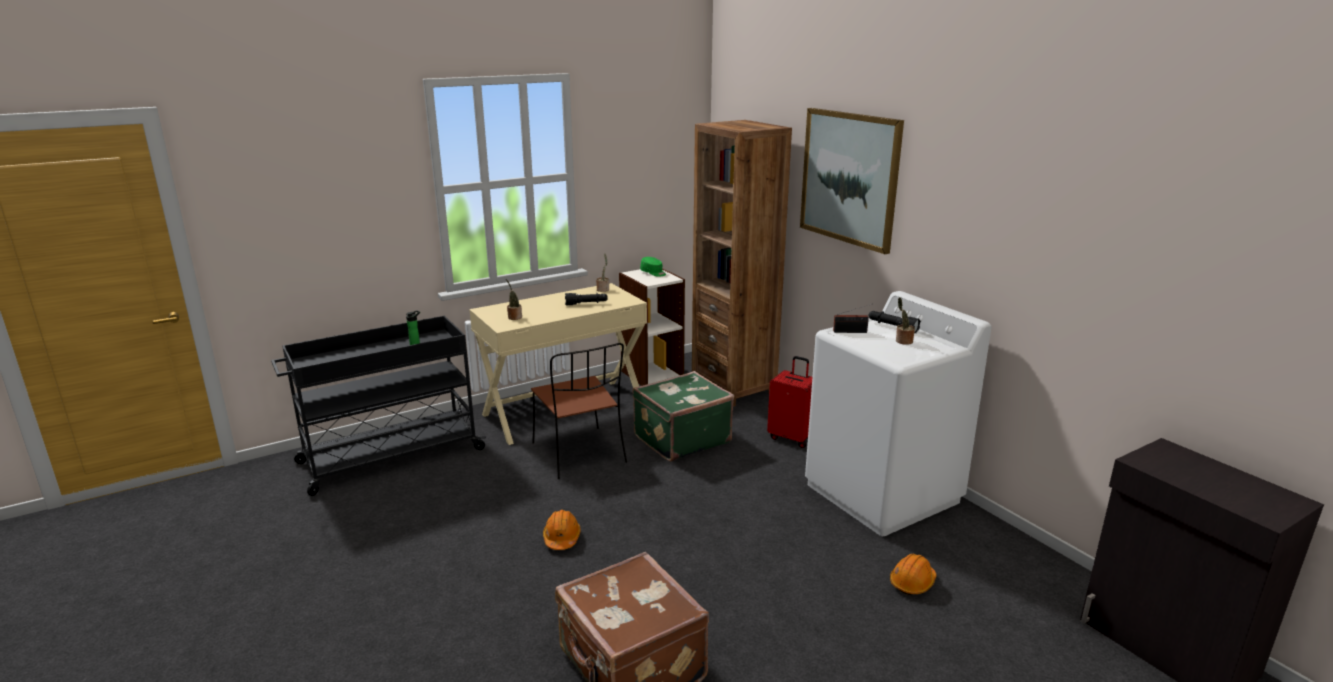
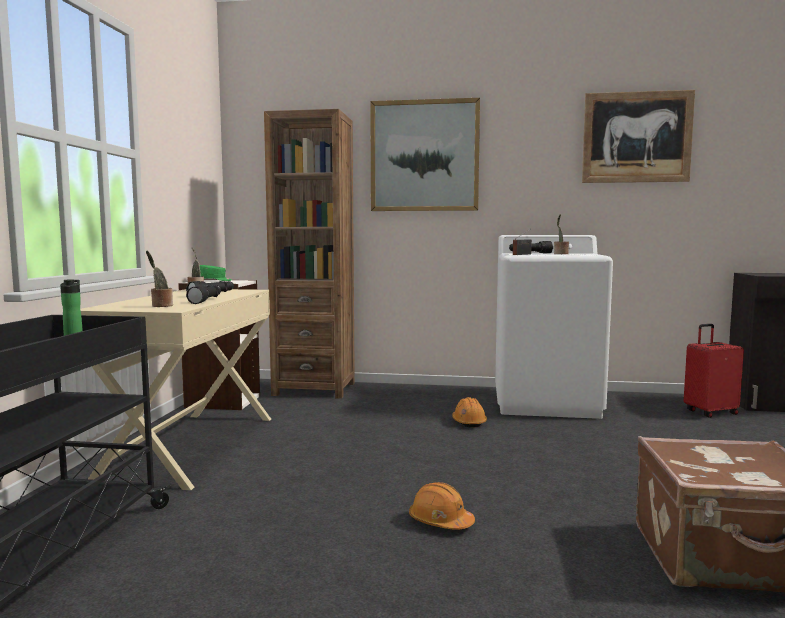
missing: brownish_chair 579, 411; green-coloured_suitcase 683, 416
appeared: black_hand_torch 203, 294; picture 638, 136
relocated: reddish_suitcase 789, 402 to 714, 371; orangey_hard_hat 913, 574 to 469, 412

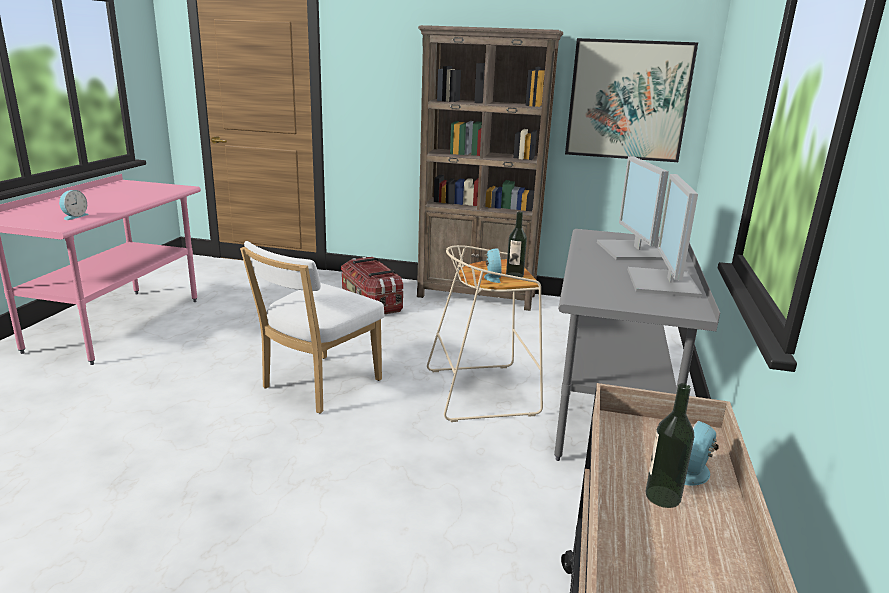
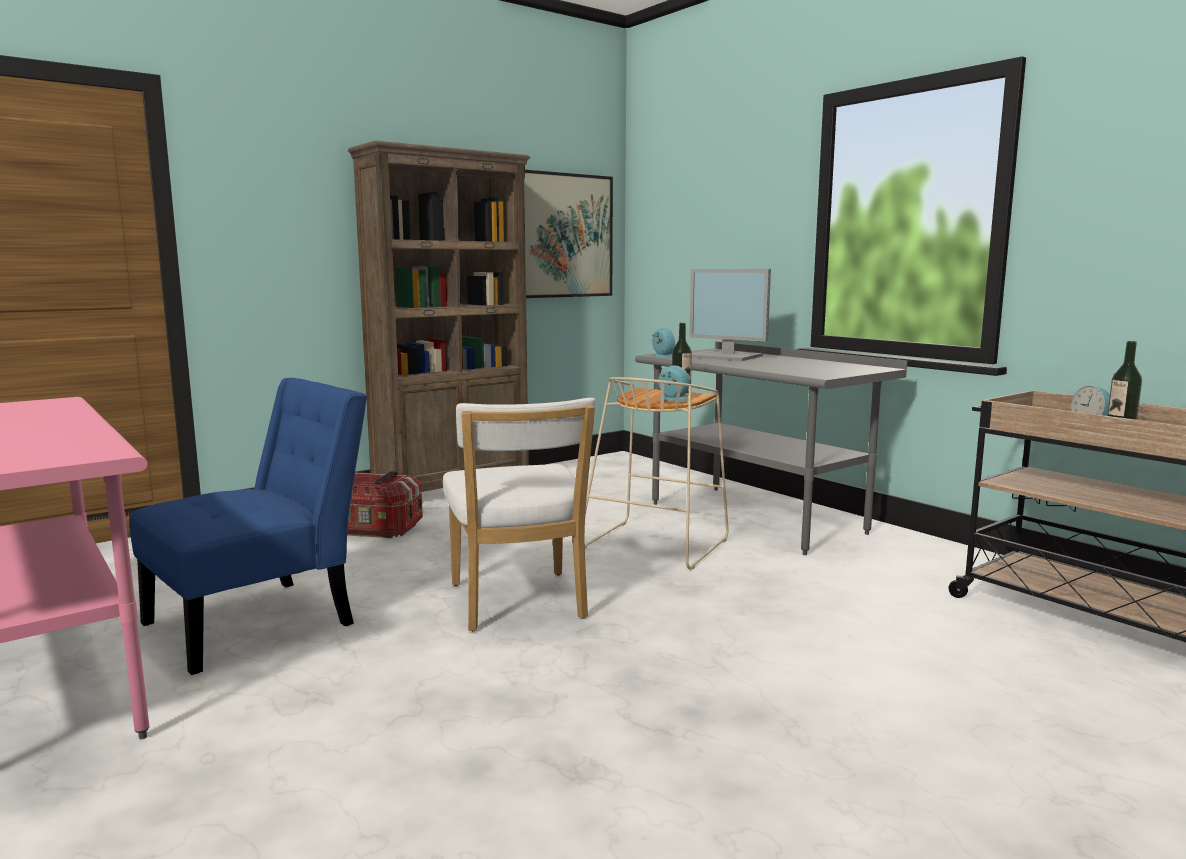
missing: computer_display 665, 236
appeared: bluish_chair 248, 526
relocated: alarm_clock 74, 205 to 663, 342

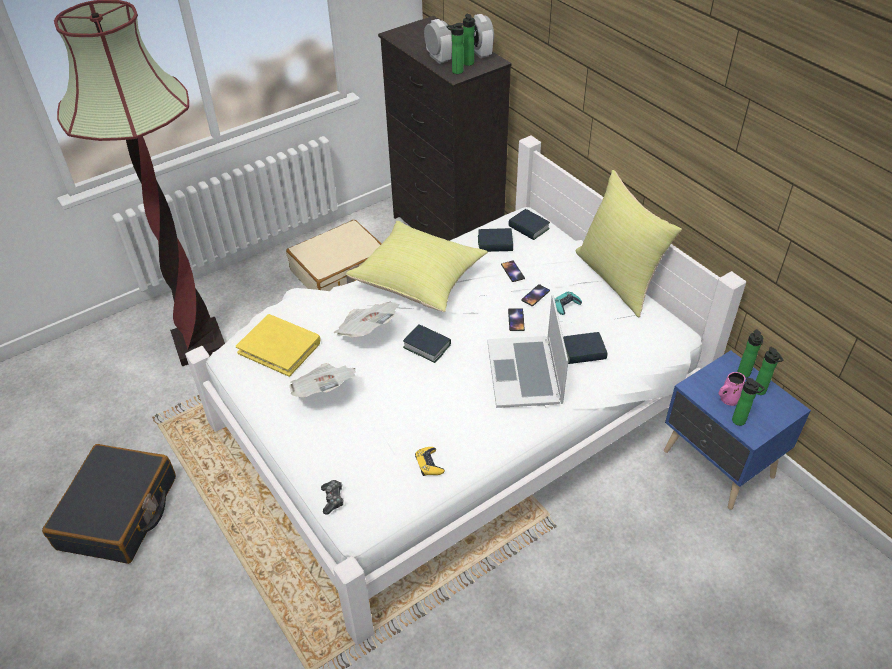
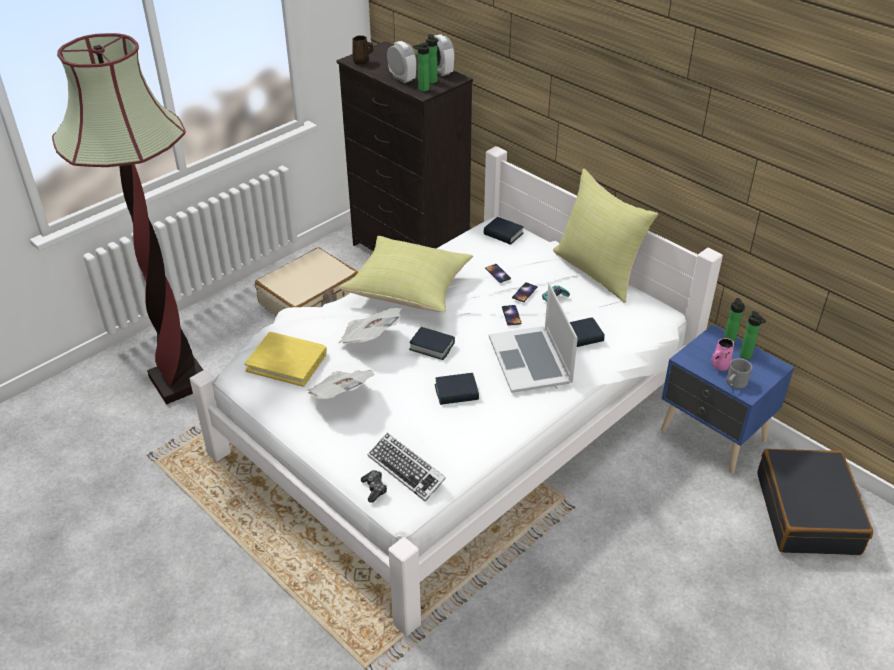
missing: yellow-coloured_game_controller 430, 461
appeared: brownish_mug 362, 50; keyboard 406, 467
relocated: black_suitcase 109, 504 to 815, 502; bound_book 495, 240 to 457, 389
exchanged: drink_bottle 748, 402 to grey_mug 739, 373

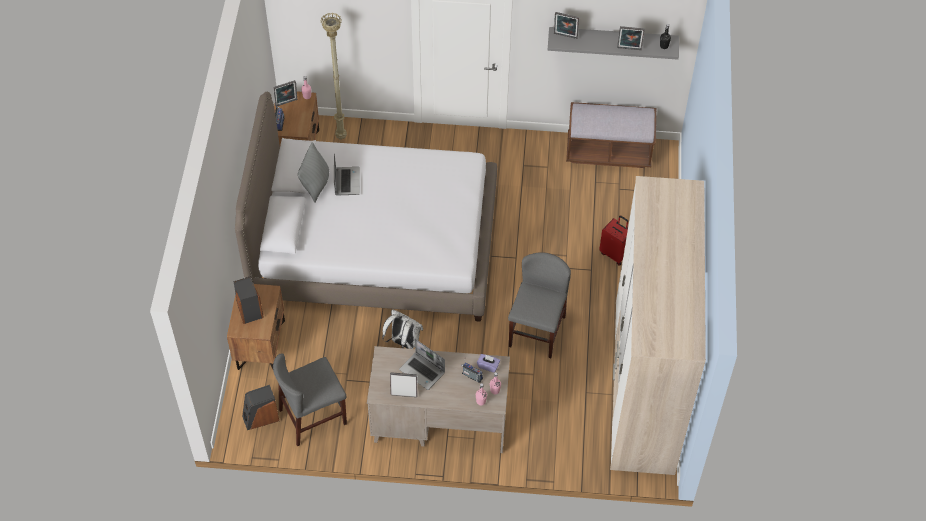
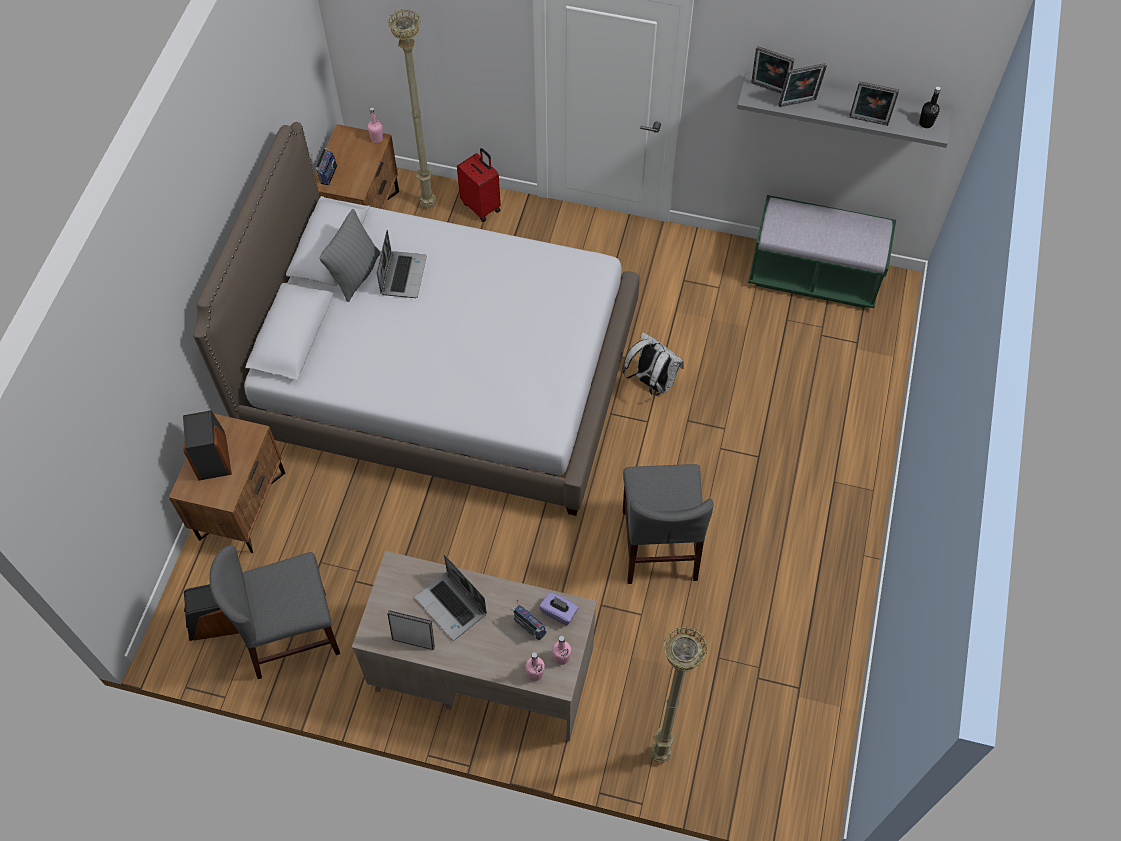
missing: clothes_cupboard 658, 325
appeared: sand-coloured_standard_lamp 679, 694
relocated: picture_frame 285, 93 to 802, 85; whitish_rucksack 402, 329 to 653, 364; reddish_suitcase 613, 240 to 479, 185
colour: brownish_long_seat 611, 135 to green-coloured_long_seat 822, 251
spun: grey_chair 539, 305 = 668, 524 150 degrees clockwise

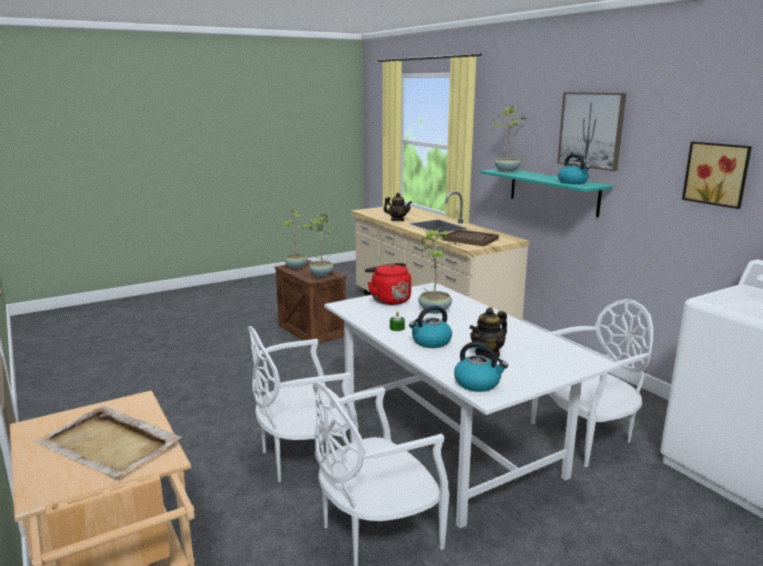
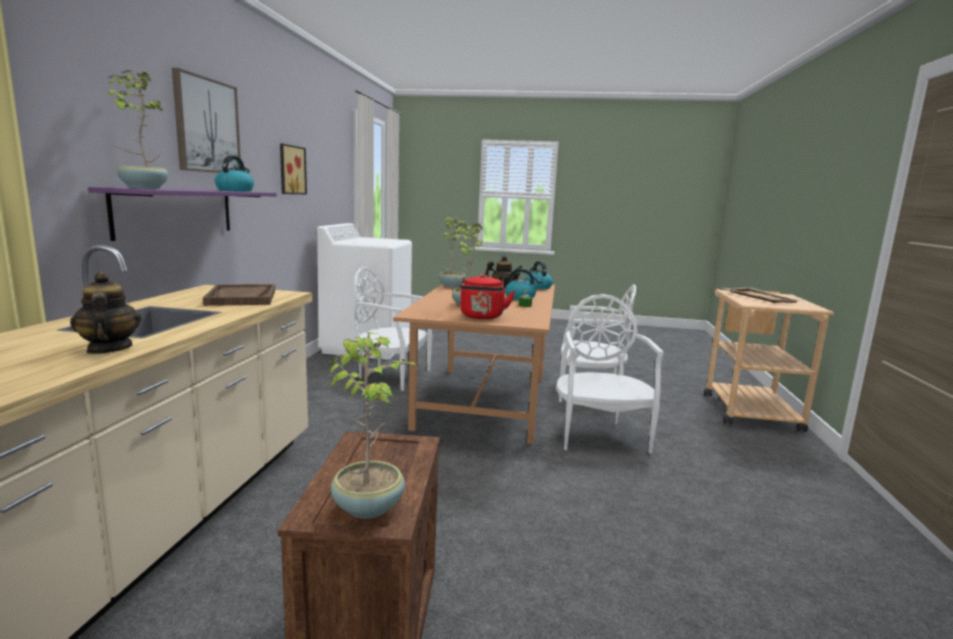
relocated: plant_in_a_pot 318, 245 to 453, 252
colour: whitish_kitchen_table 472, 405 to brownish_kitchen_table 474, 363; turquoise_bracket_shelf 546, 193 to purplish_bracket_shelf 182, 214
spun: whitish_chair 303, 404 = 610, 373 105 degrees counterclockwise

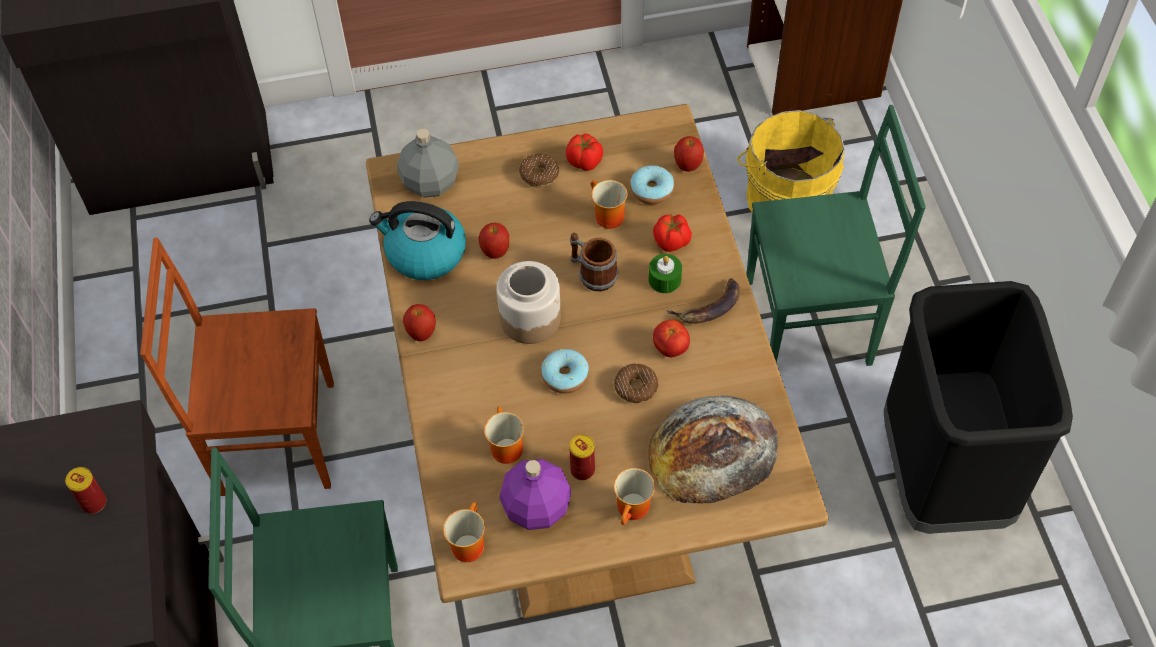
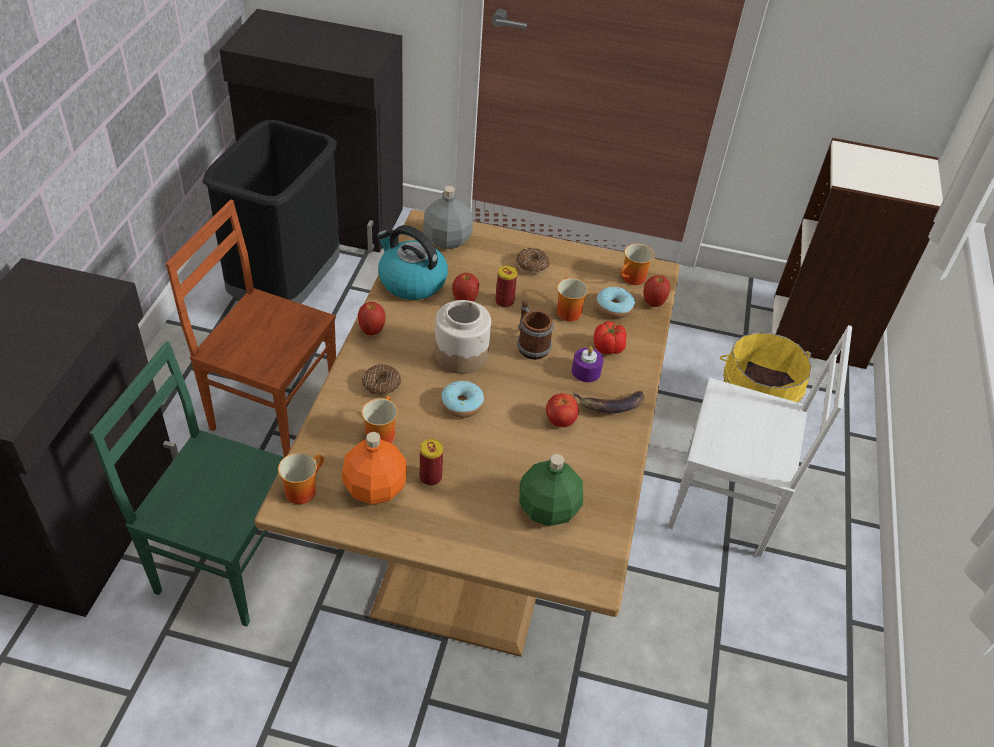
missing: fresh_tomato 584, 152
relocated: sealed_can 85, 490 to 506, 286; donut 636, 383 to 381, 380; mug 634, 496 to 637, 264; black_waste_bin 978, 407 to 271, 212
exchanged: bread 713, 450 to green-coloured_drink_bottle 551, 490
colour: purplish_drink_bottle 535, 494 to orangey_drink_bottle 374, 468; green-coloured_wax_light 665, 273 to purplish_wax_light 588, 364; green-coloured_chair 836, 235 to whitish_chair 760, 441

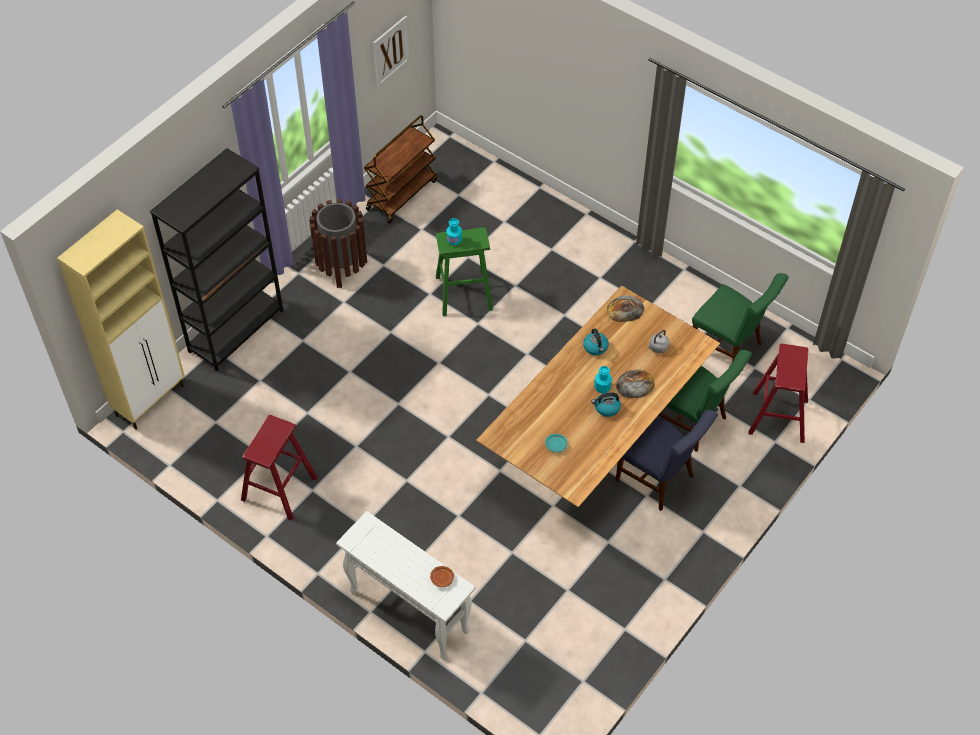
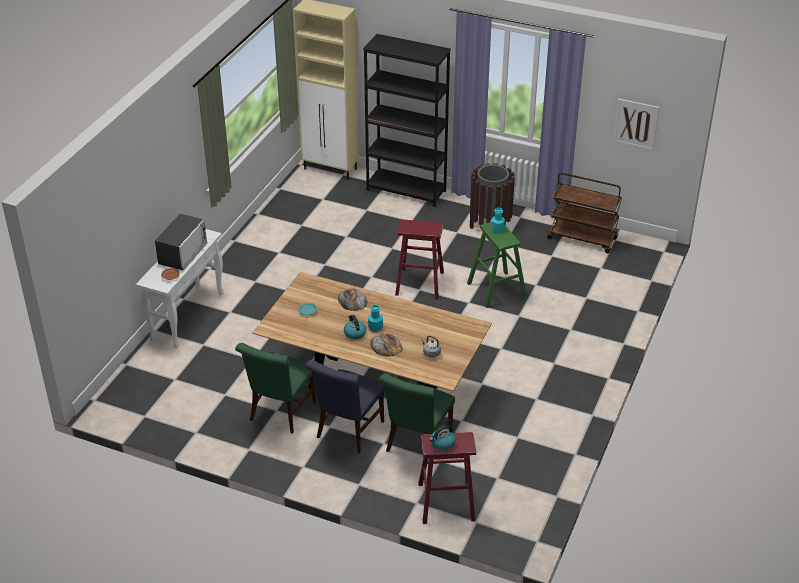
appeared: kitchen_microwave 181, 242
relocated: reddish_stool 279, 468 to 419, 259; tea_kettle 596, 341 to 442, 438; bread 625, 308 to 353, 299; green-coloured_chair 740, 317 to 275, 388

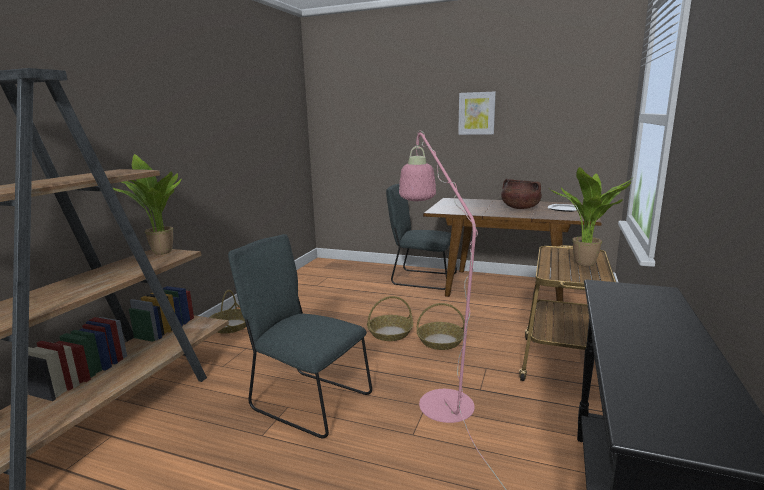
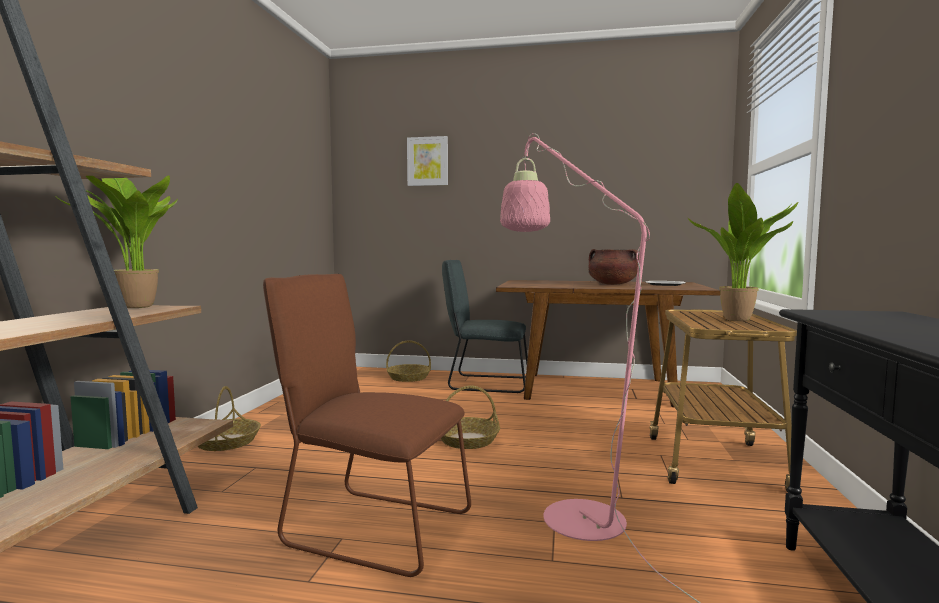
relocated: storage_basket 441, 326 to 408, 361; picture 477, 113 to 427, 161
colour: grey_chair 300, 336 to brownish_chair 367, 425

